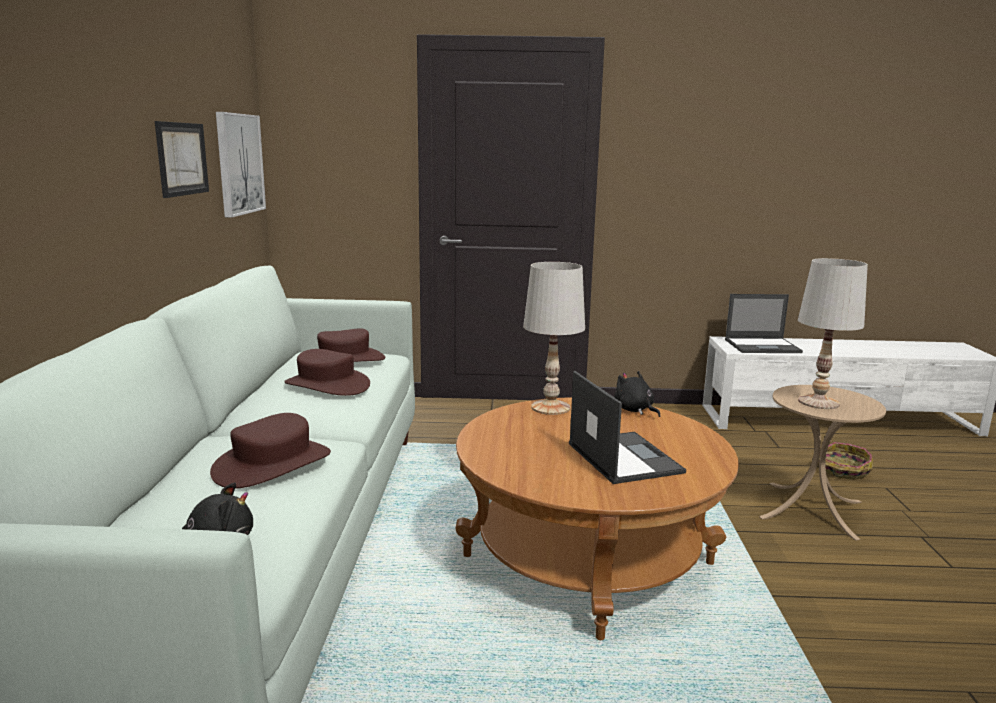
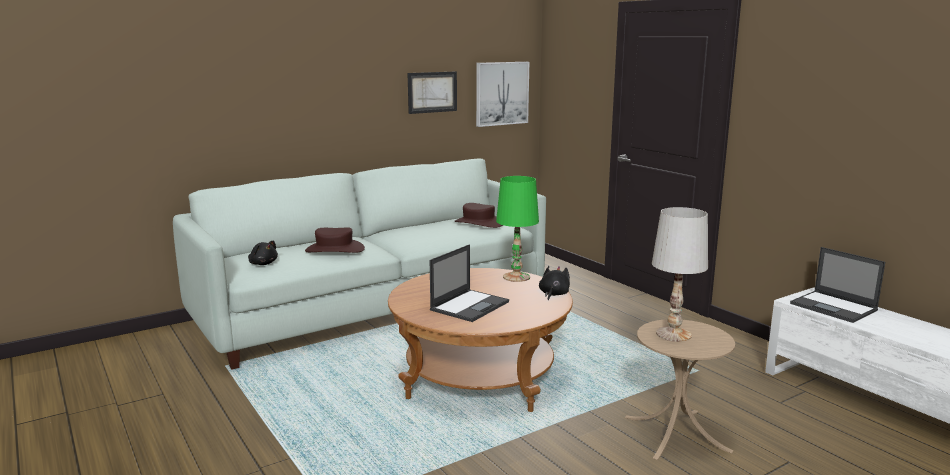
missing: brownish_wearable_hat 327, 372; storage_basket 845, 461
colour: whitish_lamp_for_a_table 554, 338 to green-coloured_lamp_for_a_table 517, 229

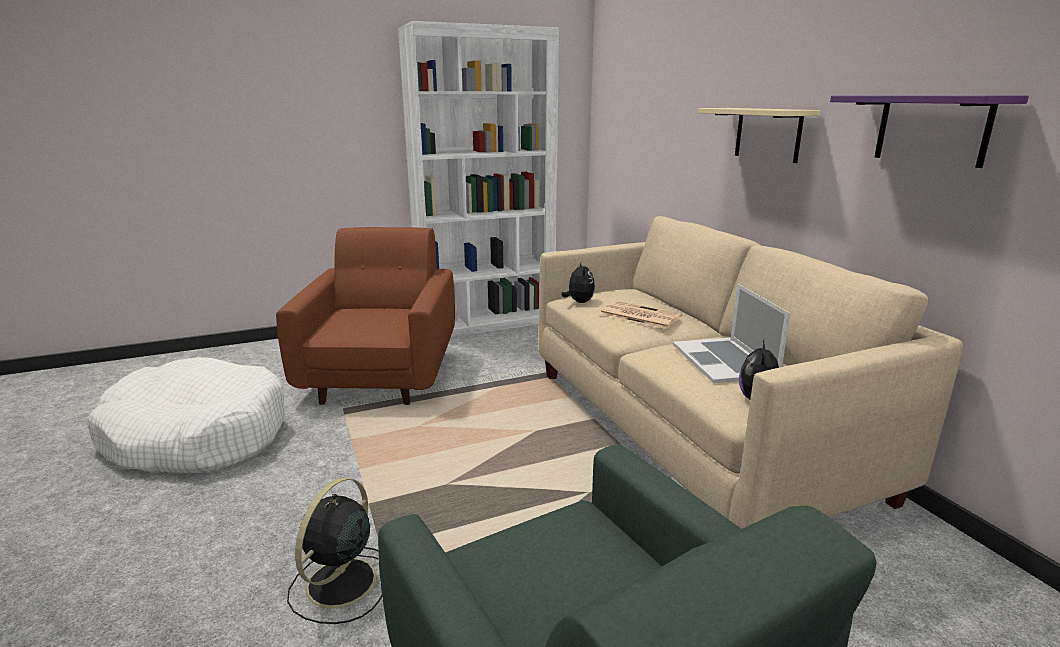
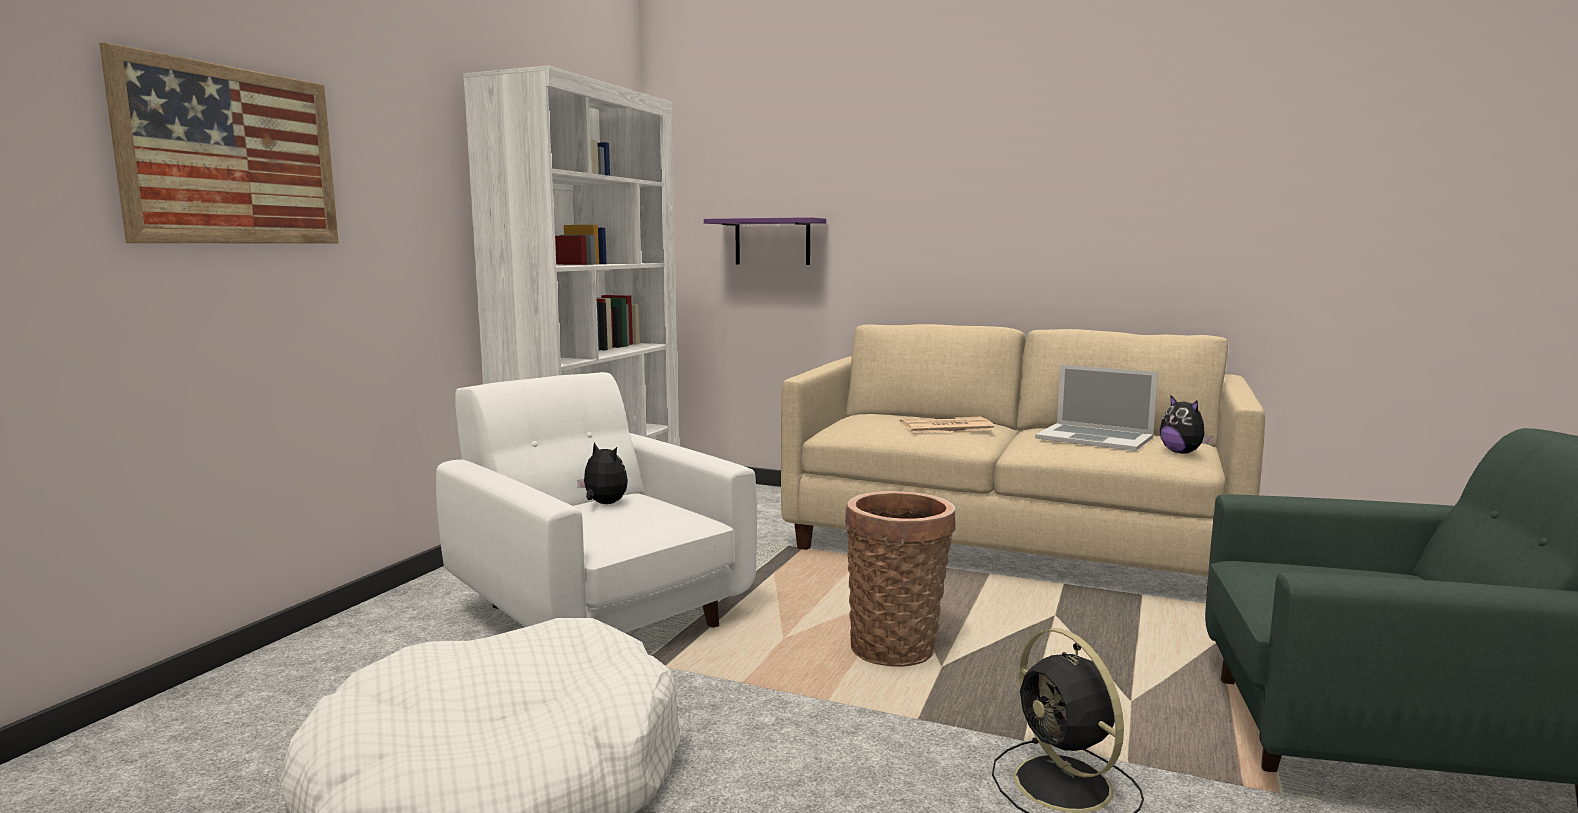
missing: sand-coloured_bracket_shelf 759, 135
appeared: picture 219, 143; storage_basket 900, 579
relocated: plush_toy 578, 283 to 602, 473; purplish_bracket_shelf 929, 131 to 765, 241
colour: brownish_easy_chair 365, 316 to whitish_easy_chair 596, 502

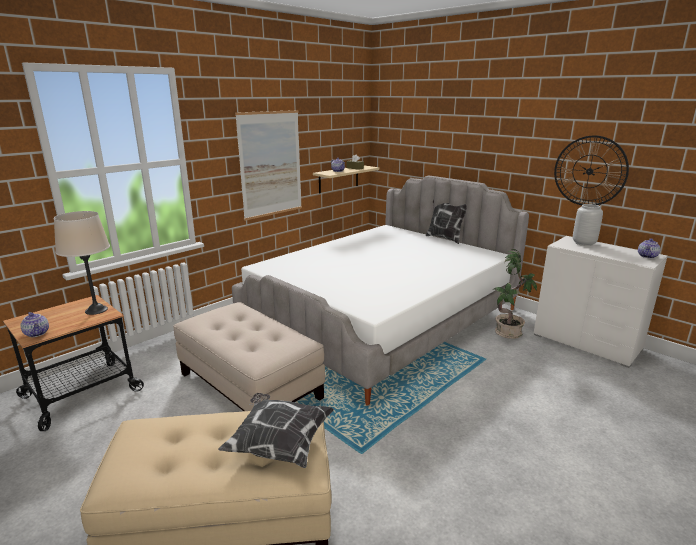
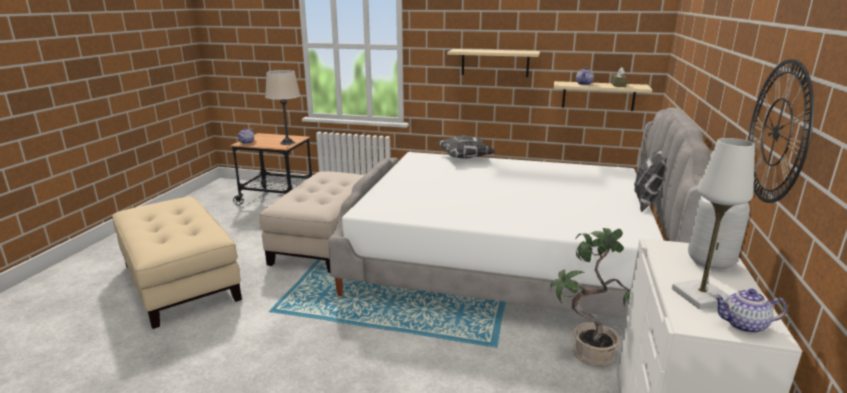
appeared: whitish_lamp_for_a_table 713, 223
relocated: pillow 276, 430 to 466, 147
exchanged: picture 268, 165 to sand-coloured_bracket_shelf 493, 63

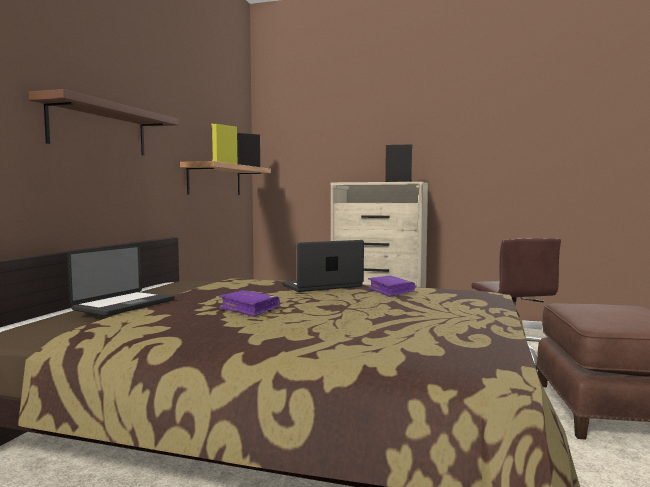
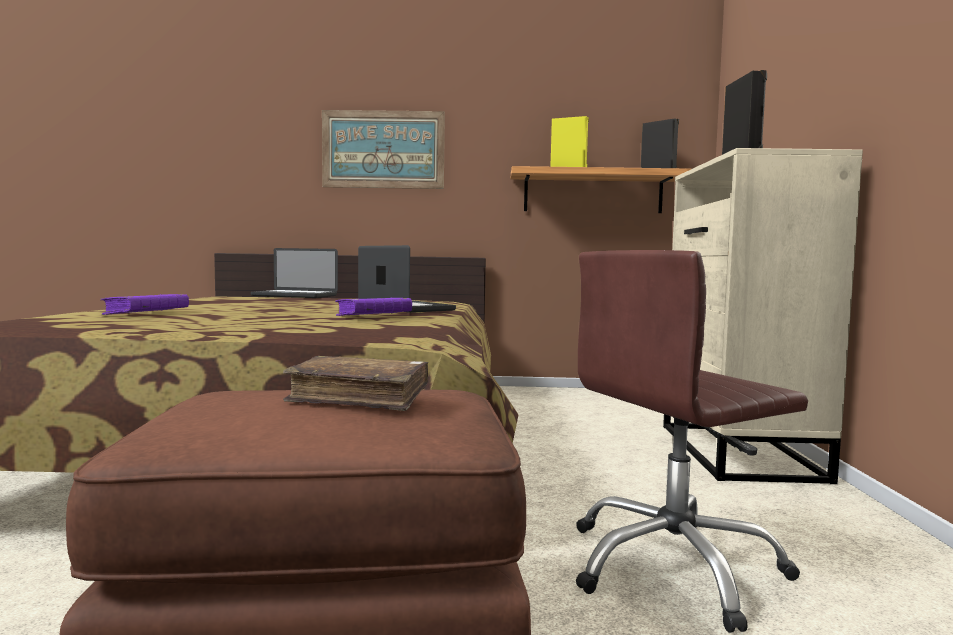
appeared: brownish_bound_book 355, 383
relocated: purplish_bound_book 249, 303 to 144, 304
exchanged: brownish_bracket_shelf 103, 122 to picture 383, 149

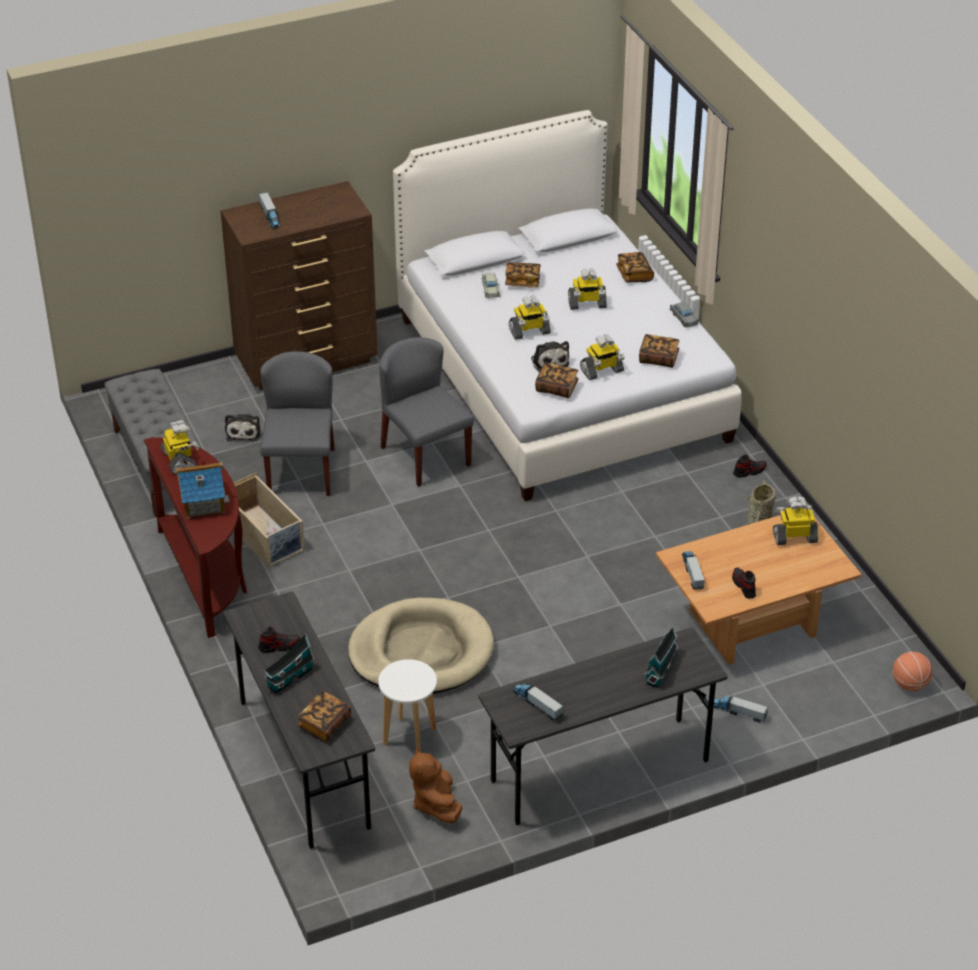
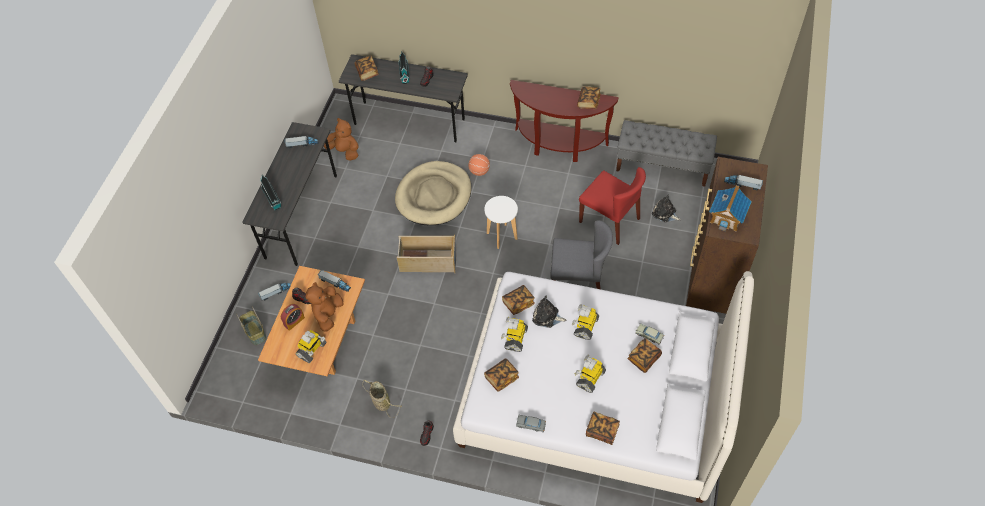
appeared: storage_basket 251, 325; alarm_clock 293, 317; brownish_plush_toy 324, 307
relocated: toy_house 203, 490 to 730, 208; sand-coloured_storage_box 269, 520 to 427, 253; whitish_stool 407, 706 to 501, 222; basketball_ball 913, 671 to 479, 165
exchanged: robot_figure 180, 447 to bound_book 588, 97
colour: grey_chair 297, 423 to reddish_chair 612, 206

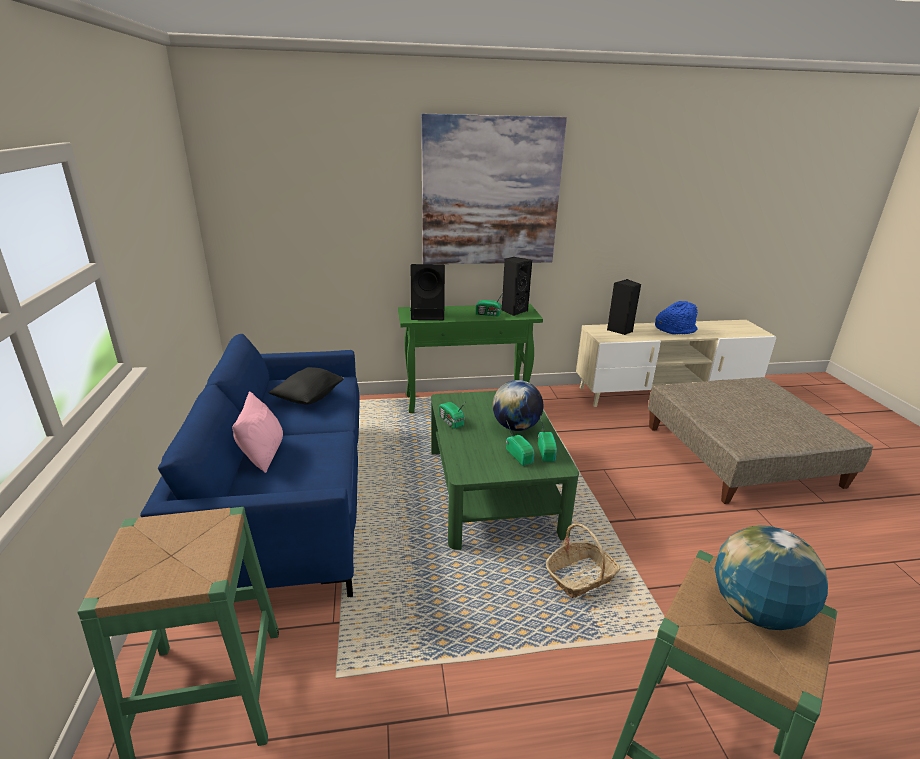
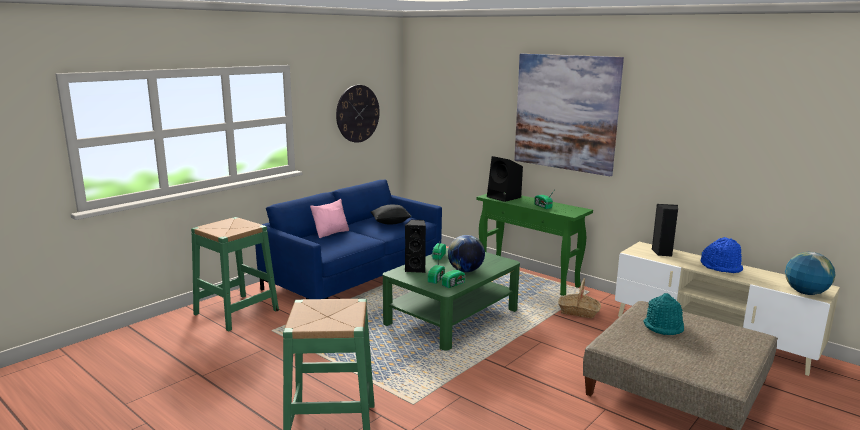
appeared: clock_on_the_wall 358, 114; turquoise_wearable_hat 663, 314
relocated: black_loudspeaker 517, 286 to 415, 246; storage_basket 583, 560 to 579, 298; desk_globe 771, 577 to 810, 273

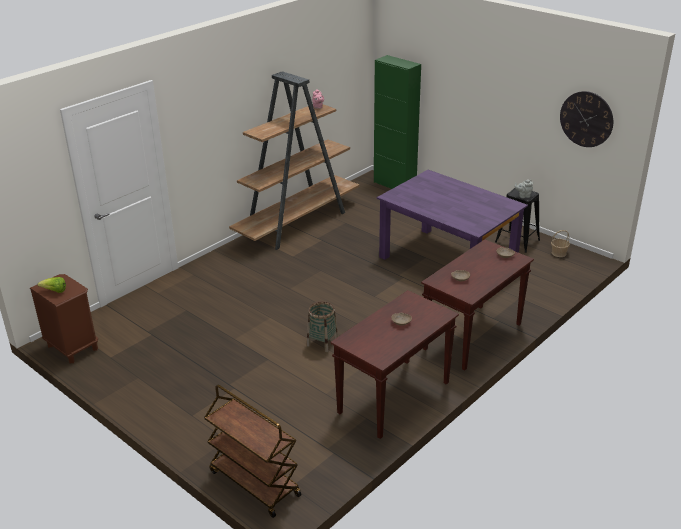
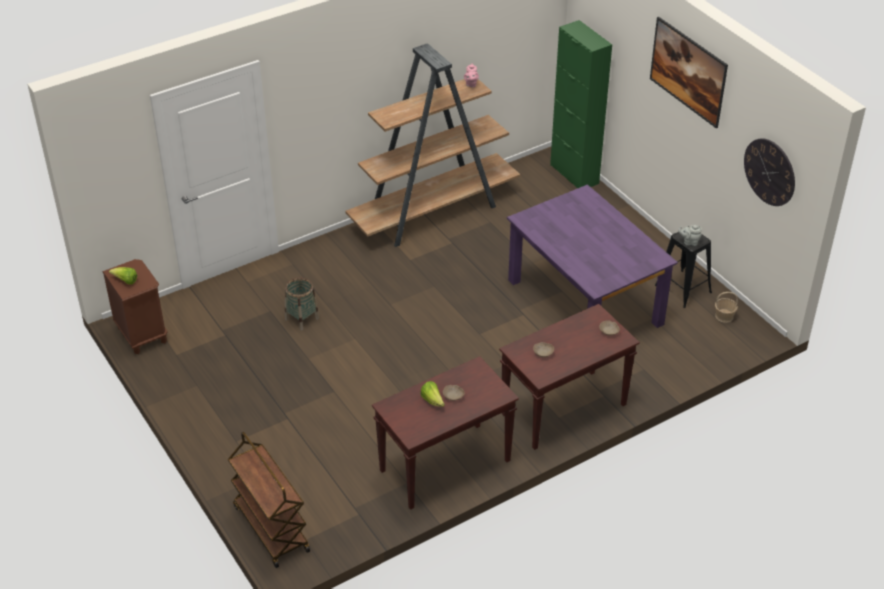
appeared: head_of_lettuce 432, 394; picture 689, 72
relocated: storage_basket 322, 326 to 302, 304

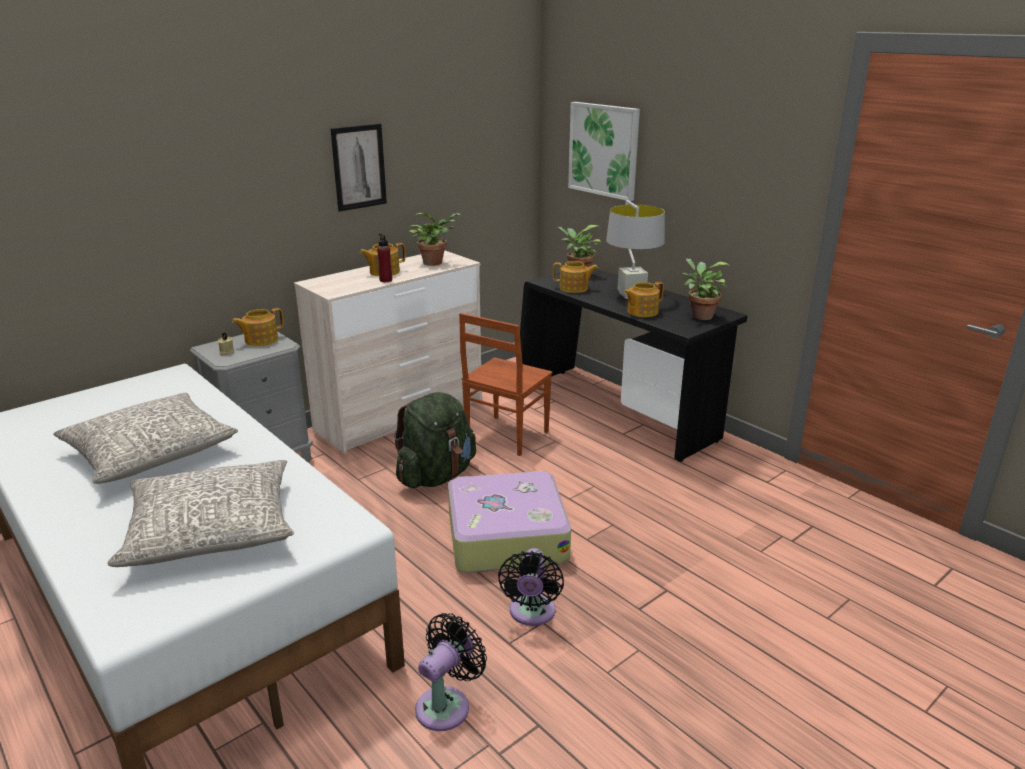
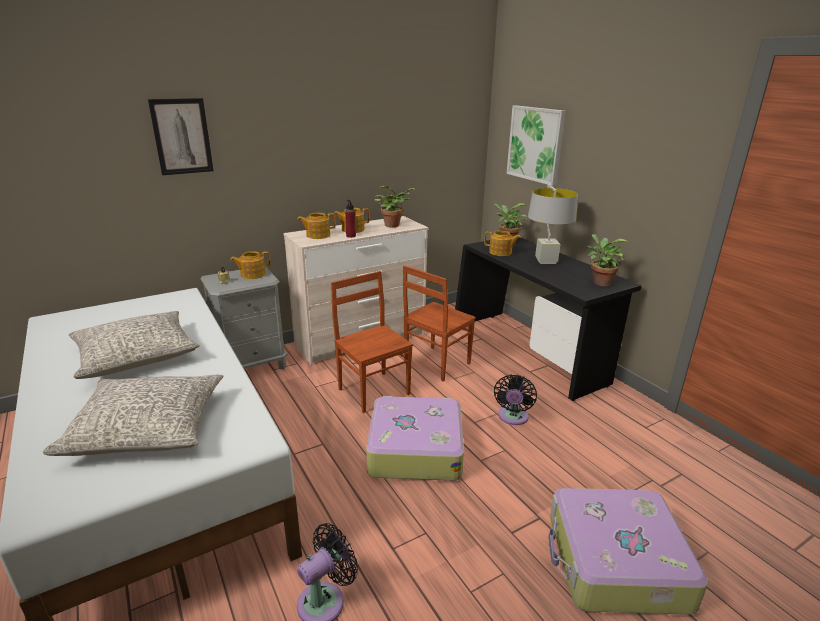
appeared: suitcase 628, 551
relocated: picture 358, 168 to 181, 136; black_fan 531, 587 to 515, 399; tea_pot 644, 299 to 317, 226
exchanged: green-coloured_rucksack 435, 440 to brownish_chair 372, 342

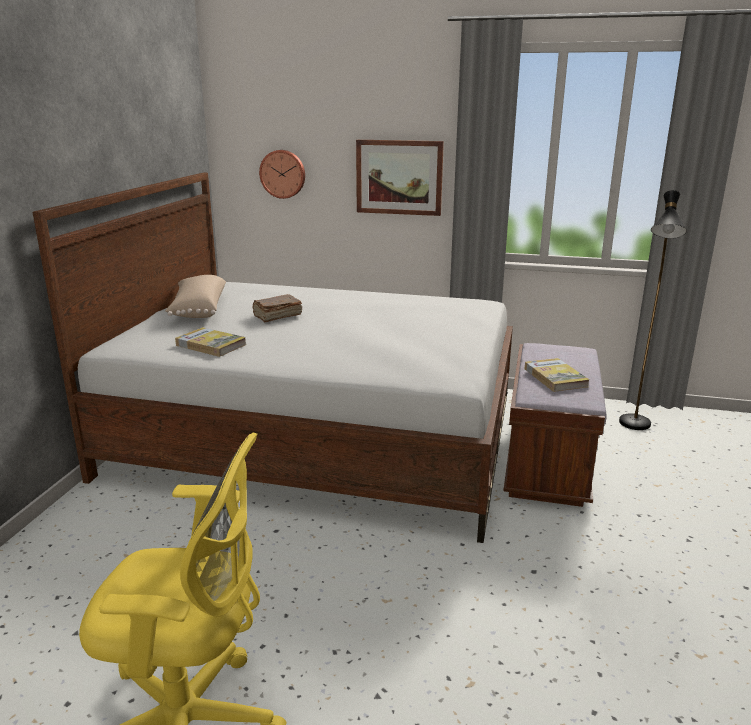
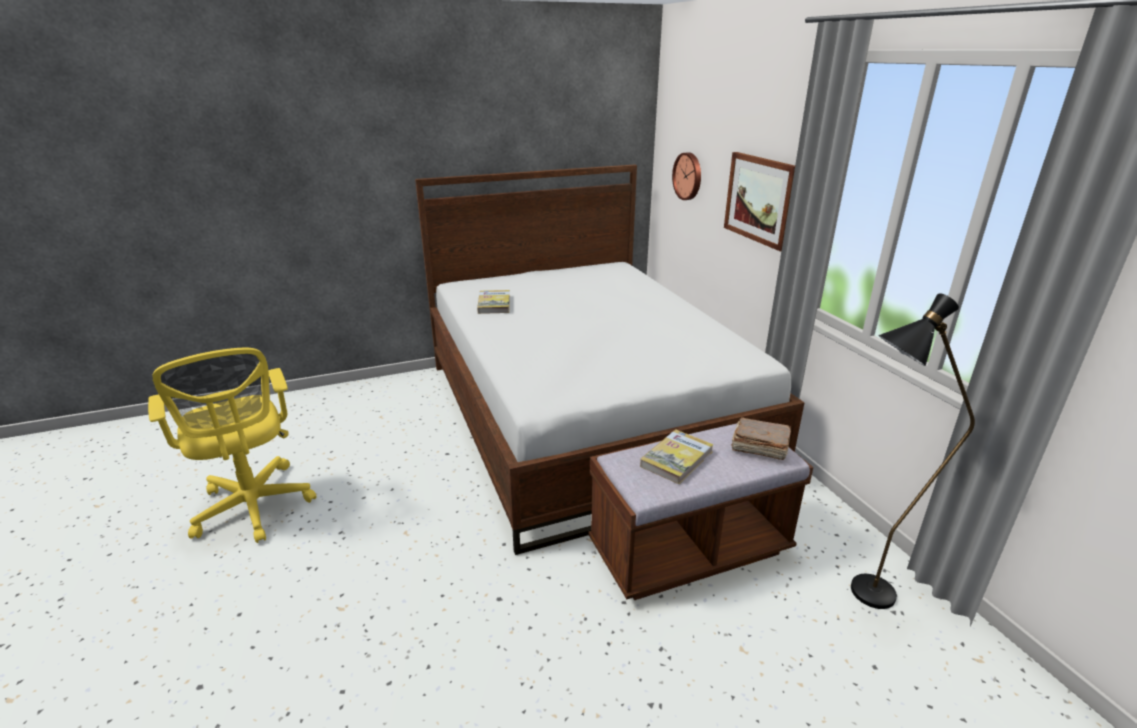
missing: sand-coloured_pillow 195, 296
relocated: brownish_bound_book 277, 308 to 761, 438

